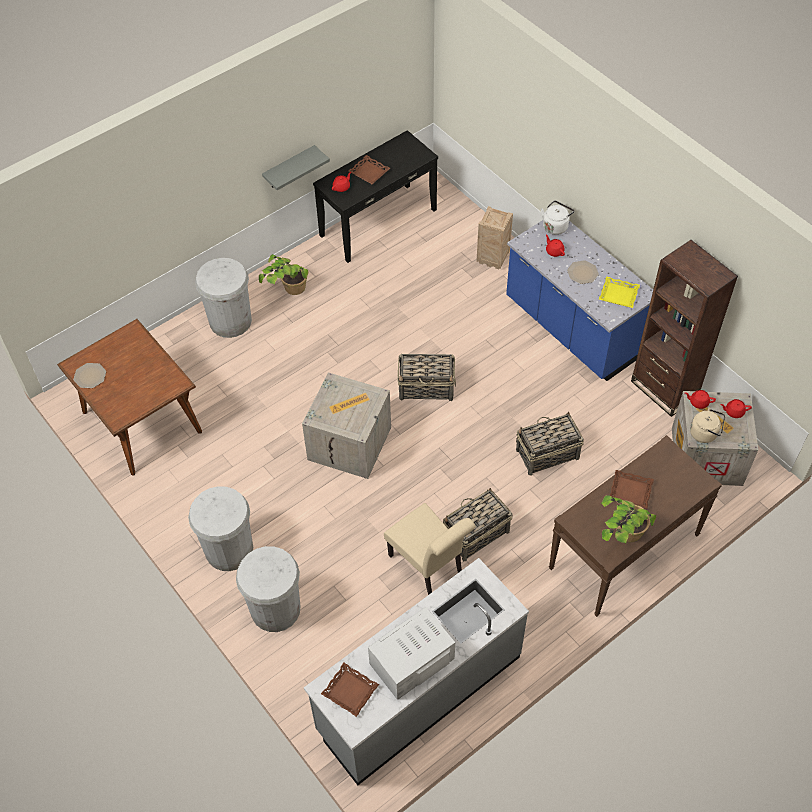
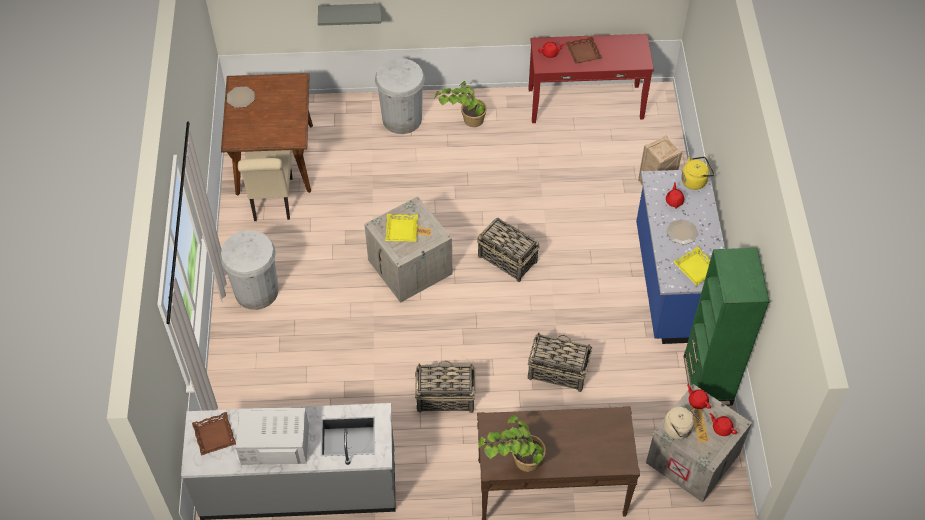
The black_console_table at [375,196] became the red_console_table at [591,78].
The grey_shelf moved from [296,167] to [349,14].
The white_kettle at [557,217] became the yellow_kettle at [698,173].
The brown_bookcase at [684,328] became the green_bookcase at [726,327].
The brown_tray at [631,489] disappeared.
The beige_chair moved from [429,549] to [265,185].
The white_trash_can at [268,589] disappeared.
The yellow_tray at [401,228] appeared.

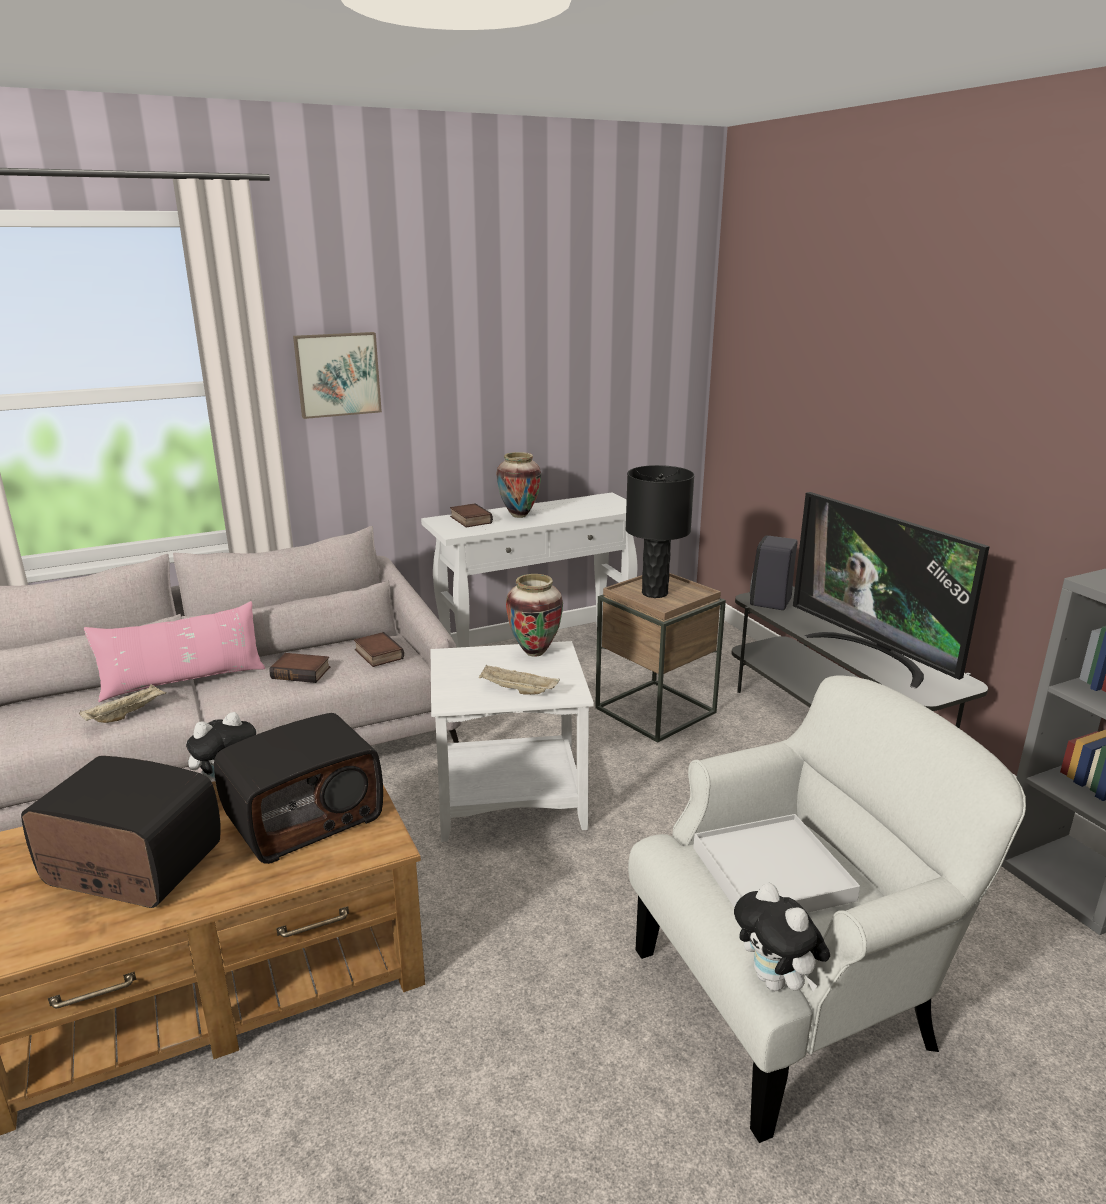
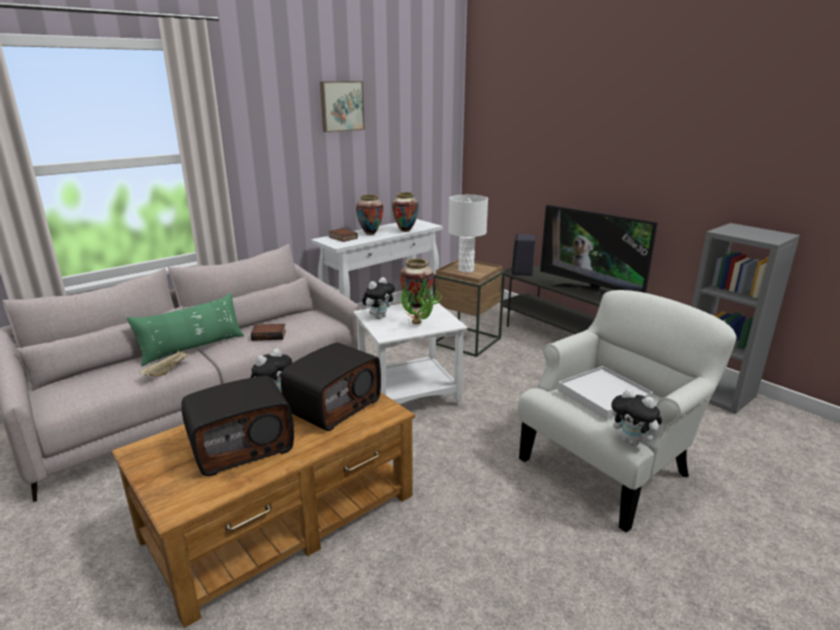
The picture moved from [337,375] to [342,106].
The black_table_lamp at [659,531] became the white_table_lamp at [468,234].
The pink_pillow at [174,651] became the green_pillow at [185,329].
The book at [379,649] disappeared.
The beige_tray at [519,680] was replaced by the potted_plant at [422,300].
The radio at [120,832] turned 150 degrees clockwise.
The vase at [405,212] appeared.
The plush_toy at [378,298] appeared.

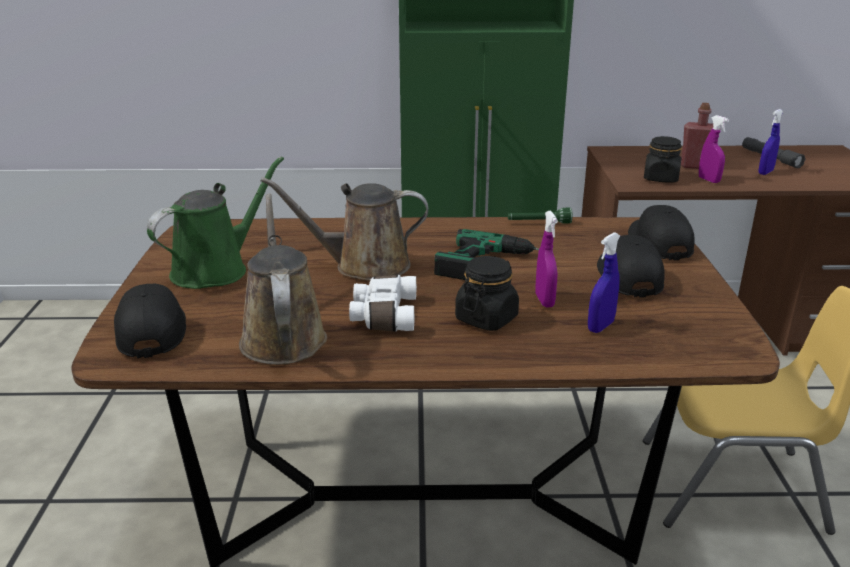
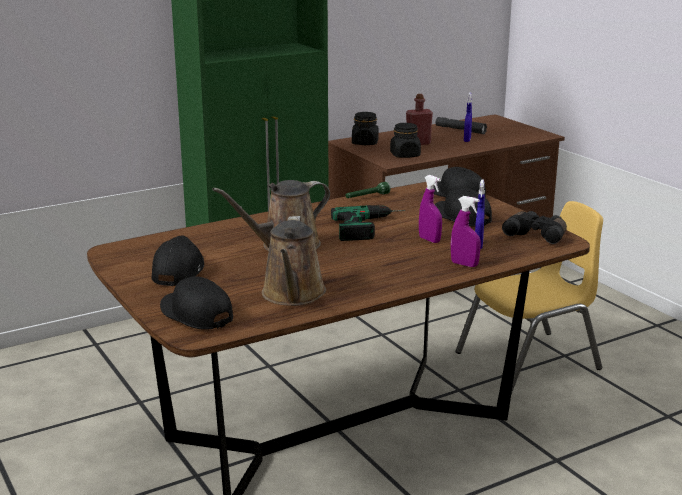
The purple_spray_bottle moved from [714,149] to [466,231].
The green_watering_can at [215,223] was replaced by the black_cap at [177,260].
The brown_watering_can at [283,279] turned 135 degrees counterclockwise.
The black_jar moved from [487,293] to [365,128].
The white_binoculars at [383,303] disappeared.
The black_binoculars at [534,227] appeared.

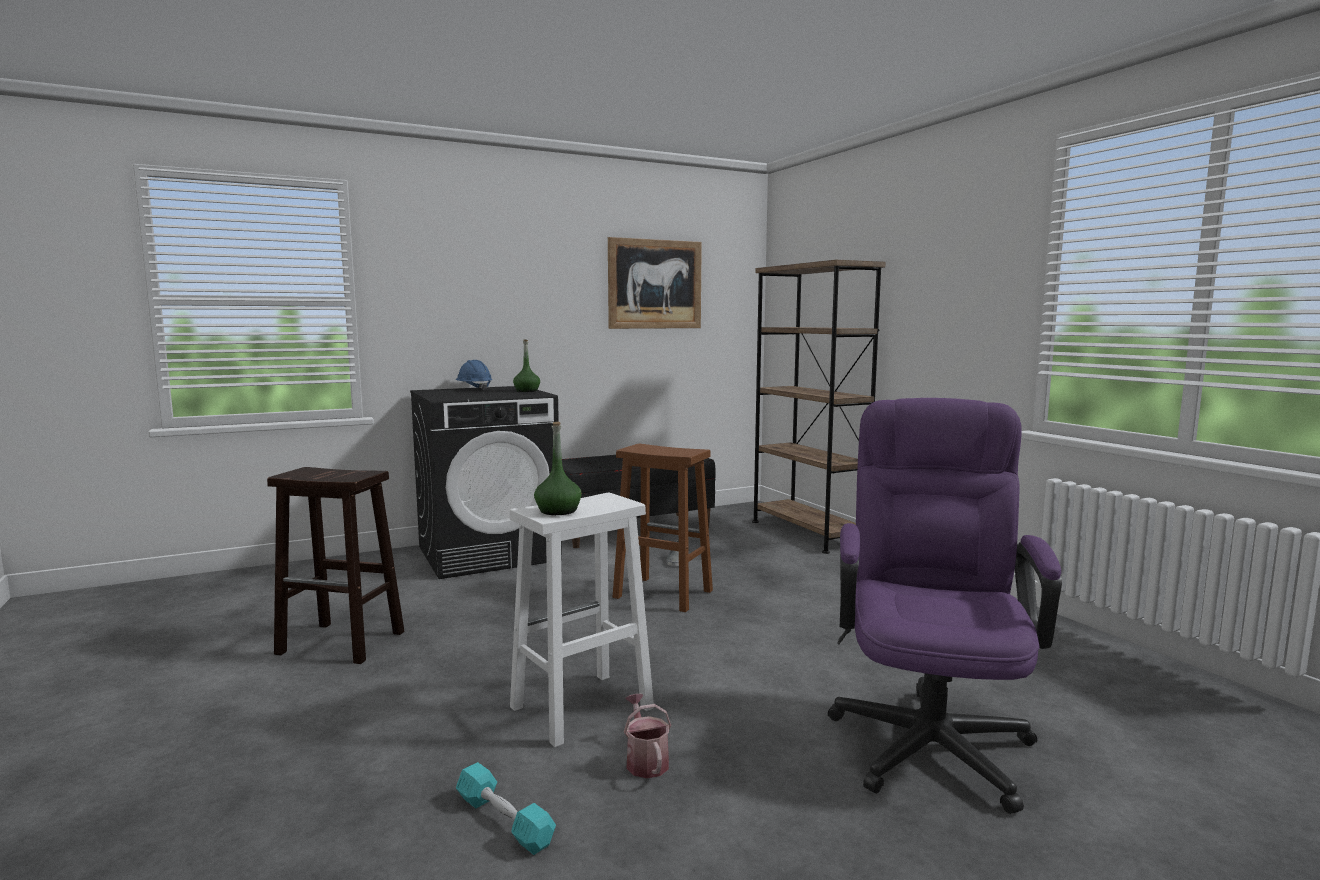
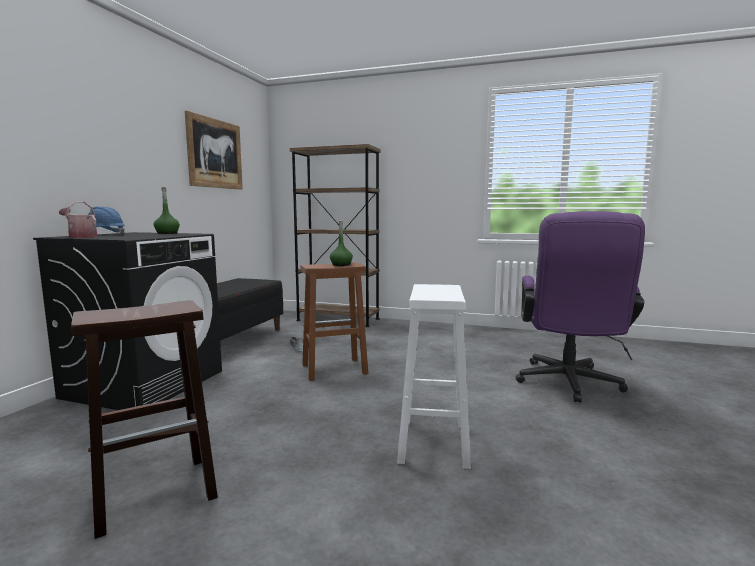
The purple_office_chair at [945,606] turned 135 degrees counterclockwise.
The green_bottle moved from [558,468] to [341,243].
The watering_can moved from [647,736] to [78,219].
The turquoise_dumbbell at [506,808] disappeared.

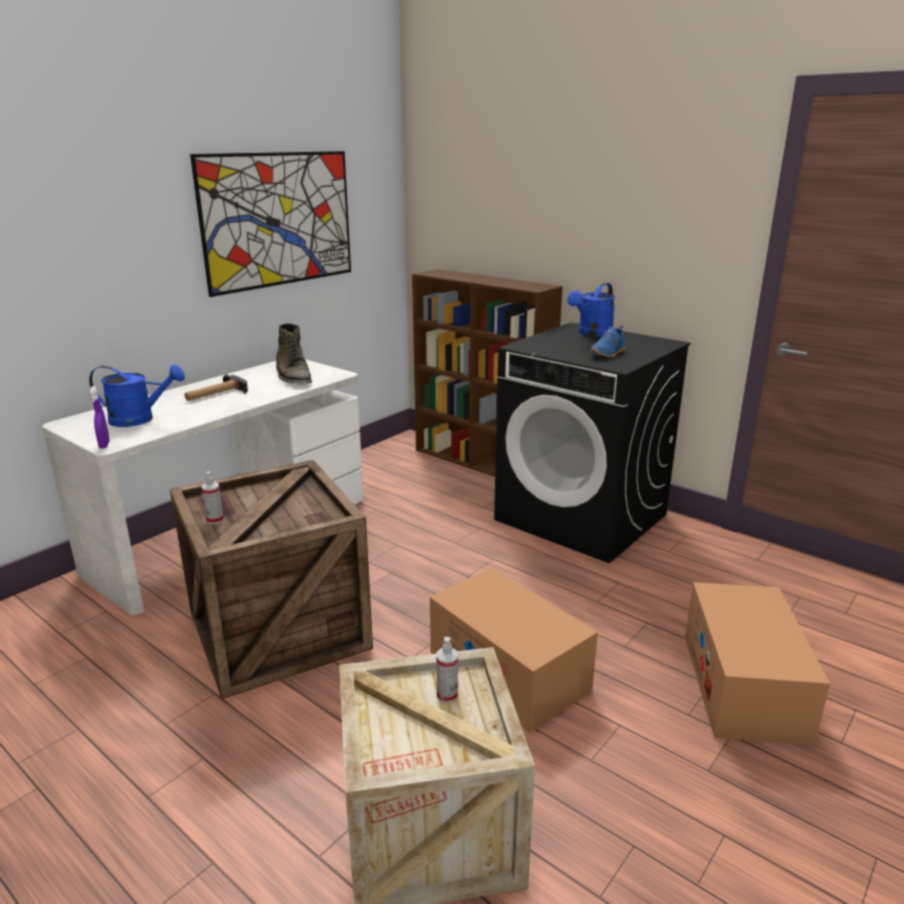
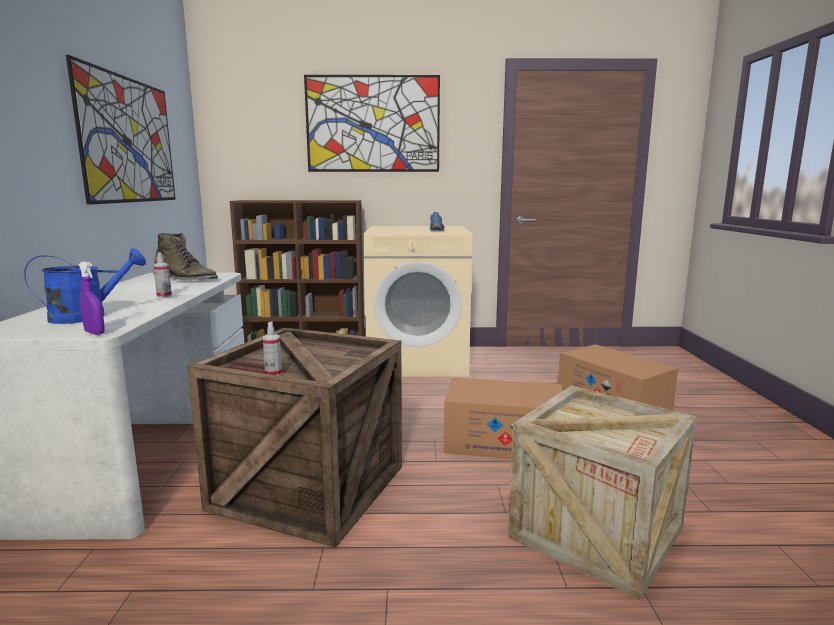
The blue_watering_can at [591,310] disappeared.
The black_washing_machine at [592,442] became the beige_washing_machine at [417,301].
The hammer at [216,388] disappeared.
The spray_bottle moved from [447,670] to [162,275].
The picture at [372,123] appeared.

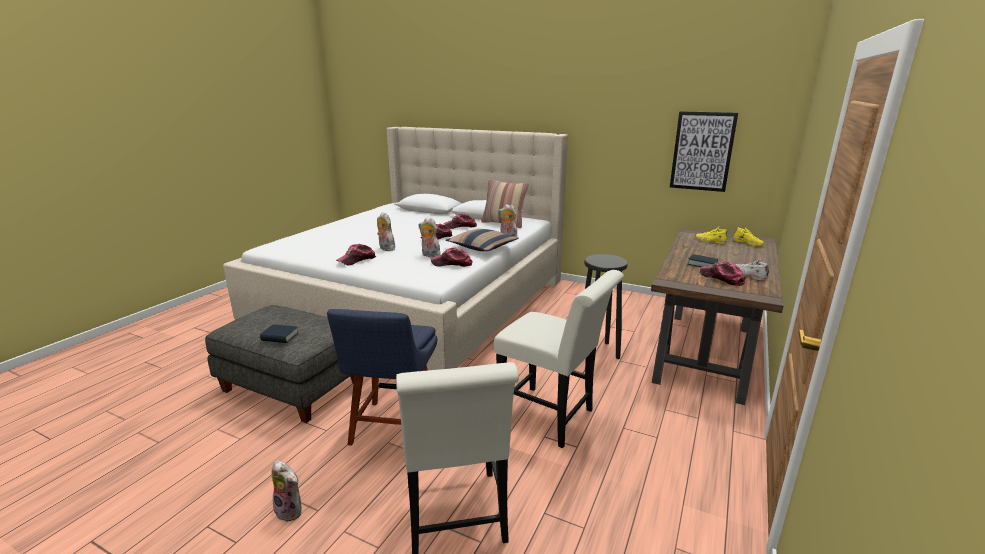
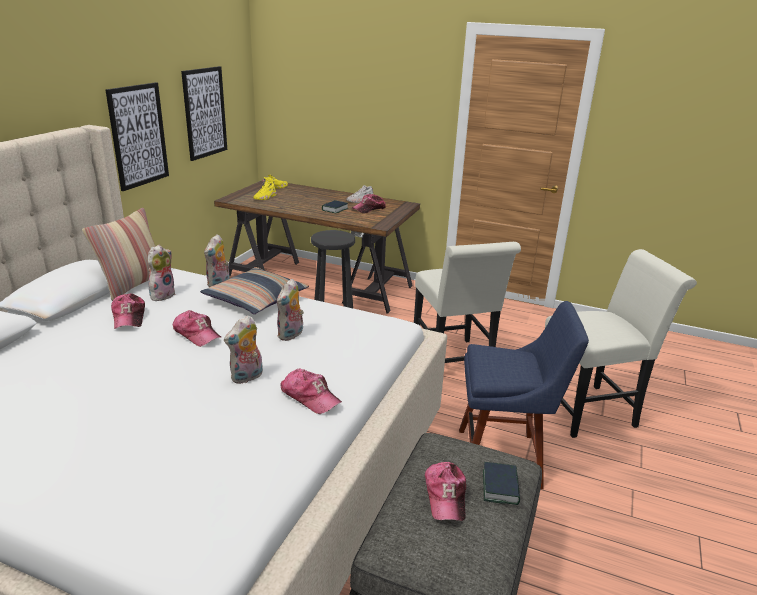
The cap moved from [452,257] to [445,491].
The white_chair at [559,359] turned 135 degrees clockwise.
The plush_toy moved from [286,491] to [162,273].
The picture at [137,136] appeared.

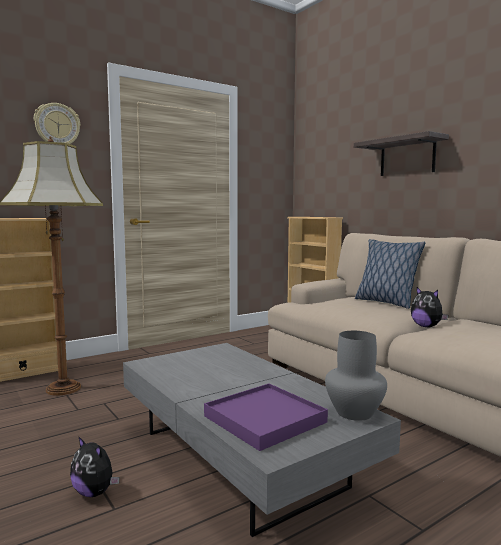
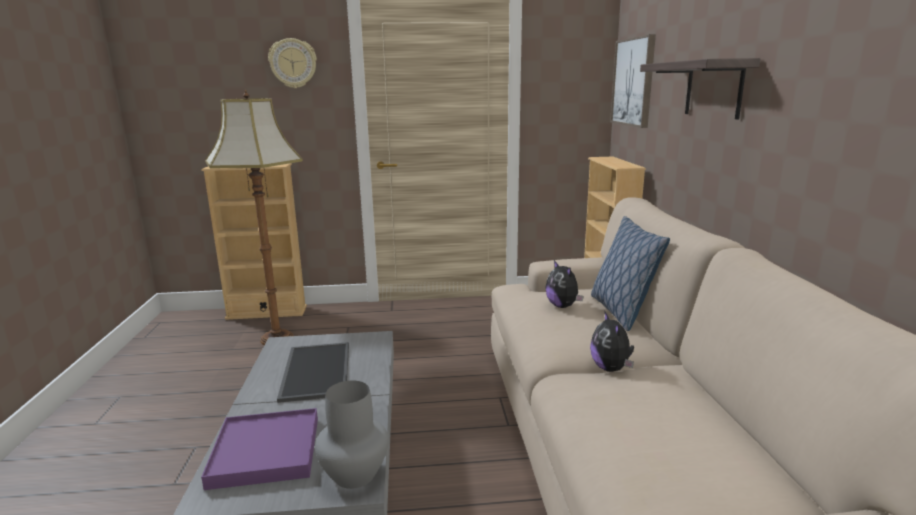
The plush_toy moved from [95,466] to [564,284].
The picture at [633,81] appeared.
The tray at [313,372] appeared.

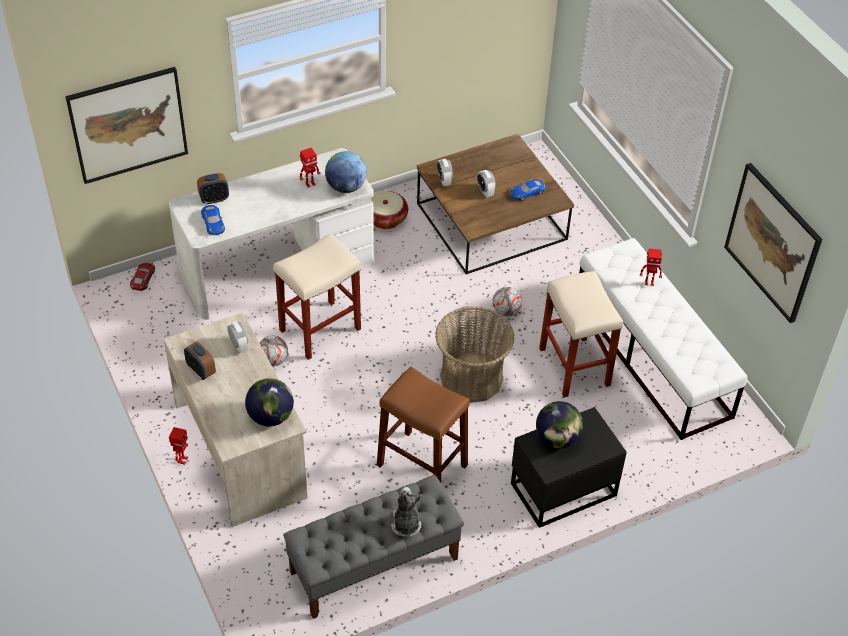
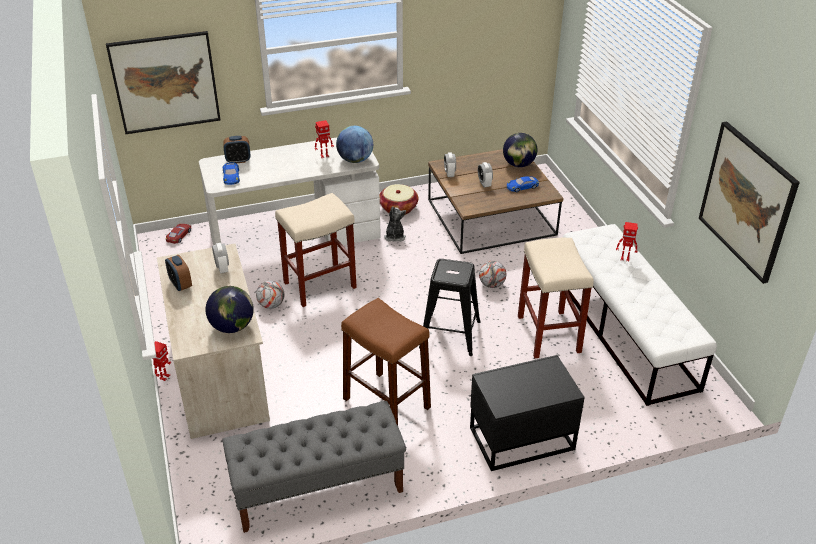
The basket at [475,354] was replaced by the black_stool at [450,307].
The globe moved from [559,424] to [520,150].
The plush_toy moved from [406,512] to [395,224].

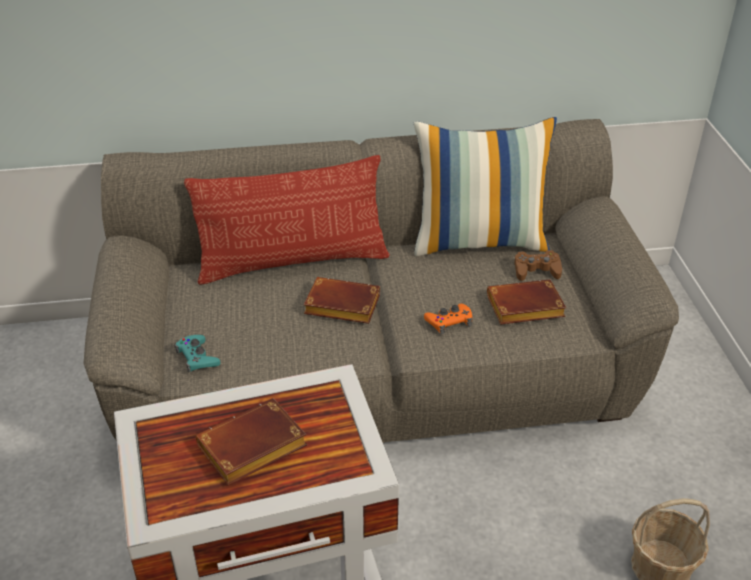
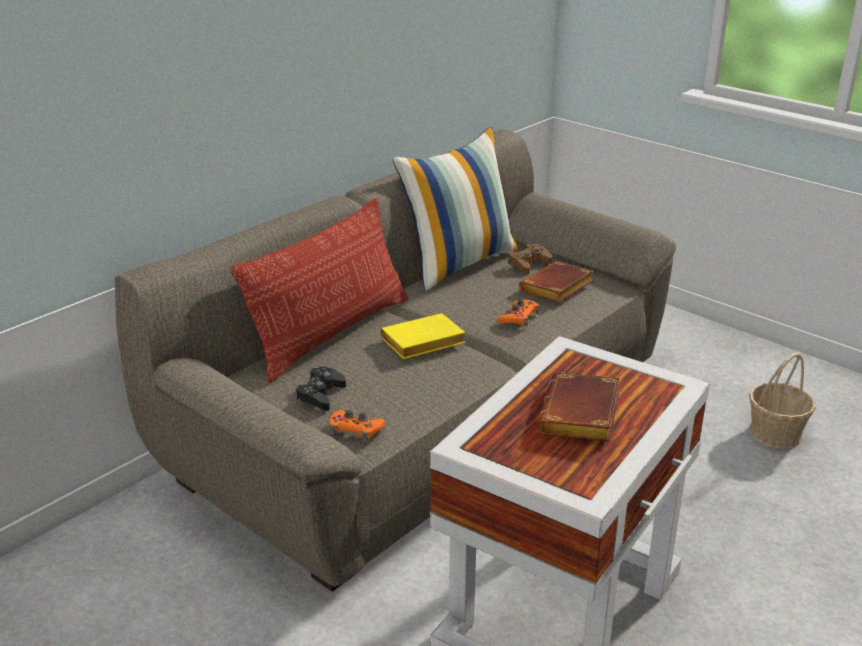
The brown_book at [342,300] became the yellow_book at [423,336].
The turquoise_game_controller at [198,353] became the orange_game_controller at [357,426].
The black_game_controller at [321,389] appeared.

